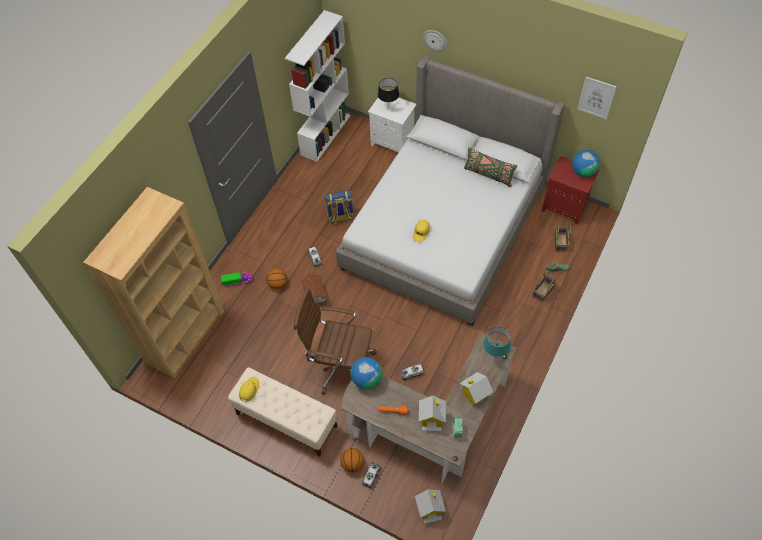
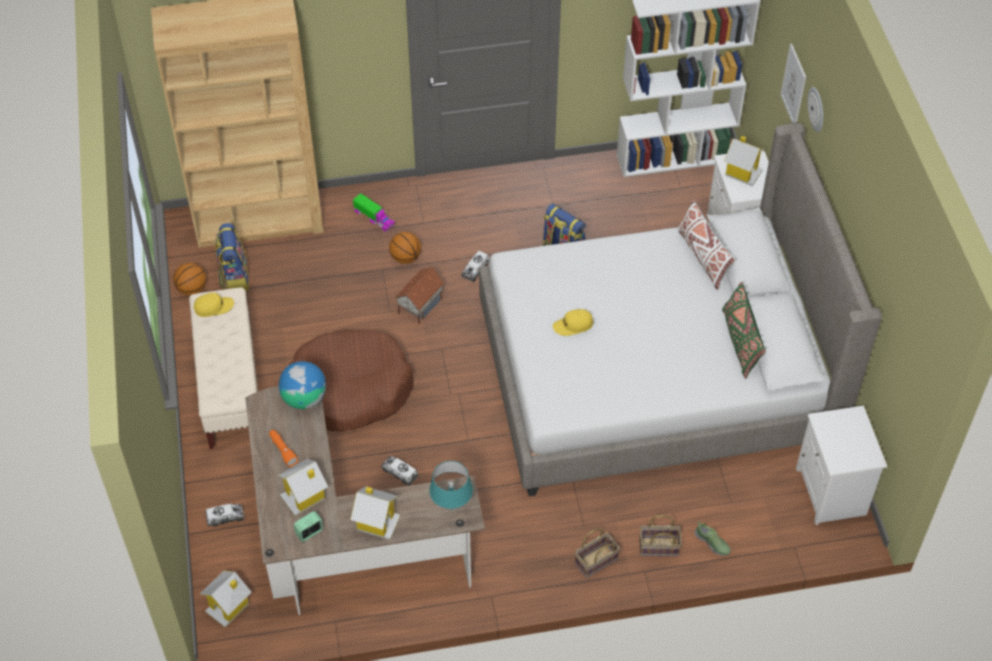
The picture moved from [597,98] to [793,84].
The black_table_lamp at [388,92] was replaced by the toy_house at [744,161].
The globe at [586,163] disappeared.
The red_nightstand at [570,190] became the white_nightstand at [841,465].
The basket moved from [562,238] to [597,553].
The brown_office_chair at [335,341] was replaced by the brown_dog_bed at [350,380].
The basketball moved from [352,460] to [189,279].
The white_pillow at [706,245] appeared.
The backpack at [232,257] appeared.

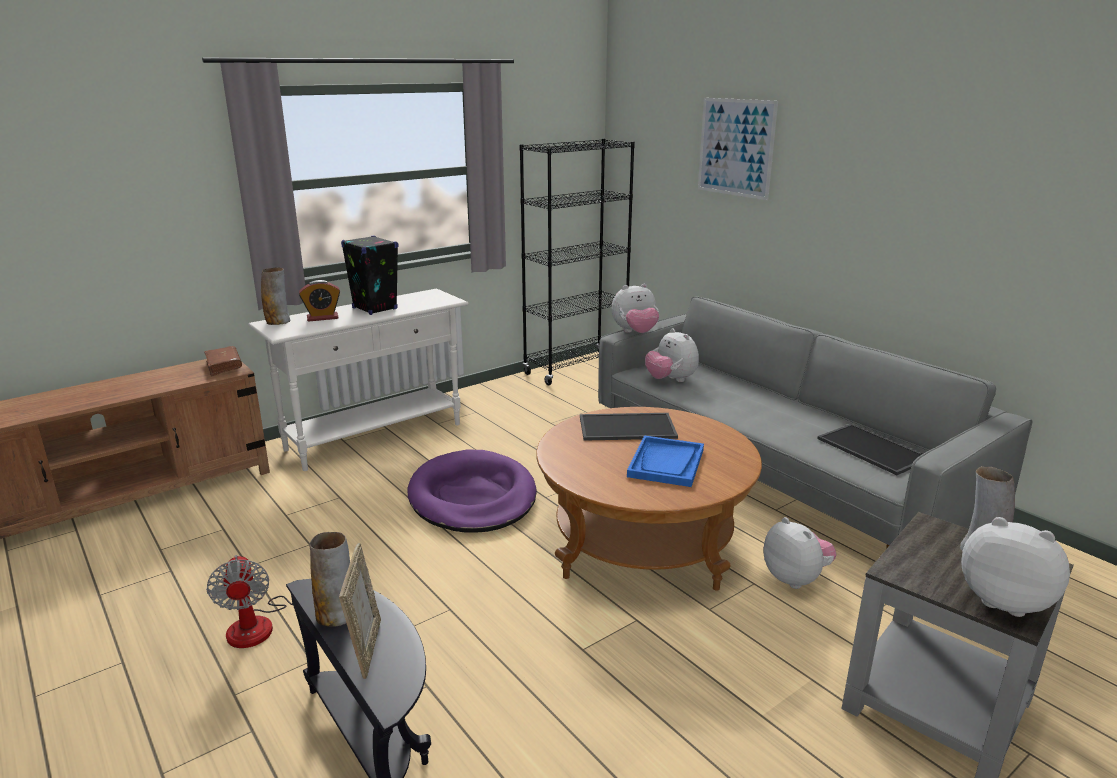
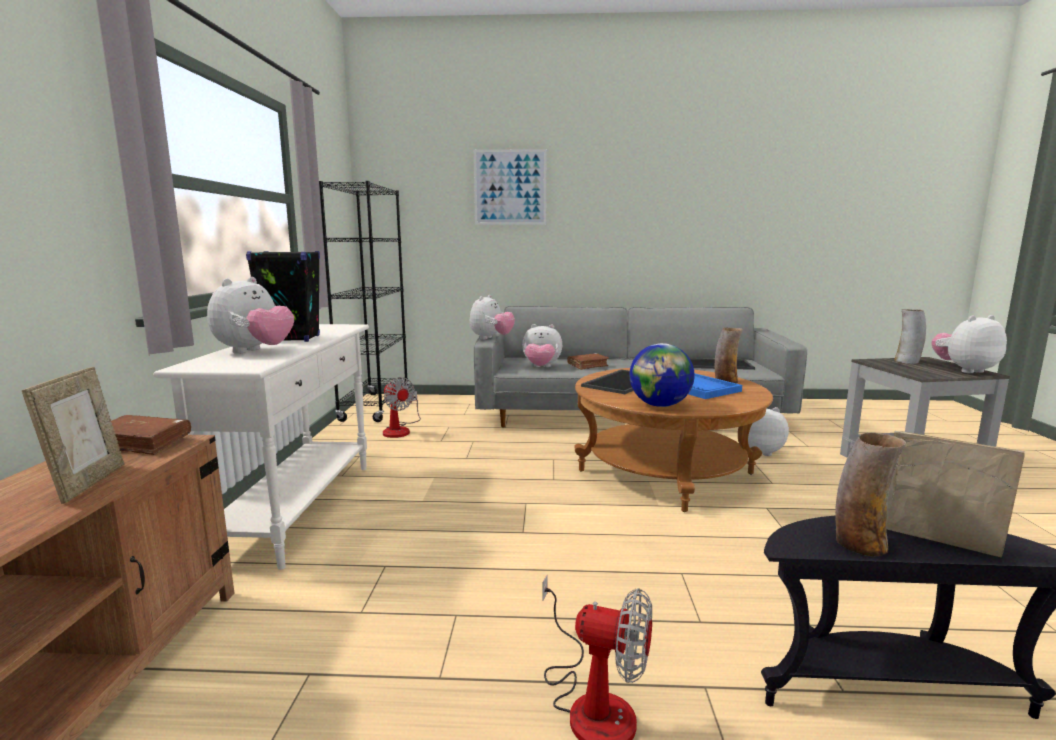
The vase moved from [275,296] to [729,355].
The alarm_clock at [319,301] was replaced by the plush_toy at [250,315].
The purple_dog_bed at [472,491] disappeared.
The globe at [662,375] appeared.
The brown_book at [588,361] appeared.
The picture_frame at [73,435] appeared.
The fan at [402,407] appeared.

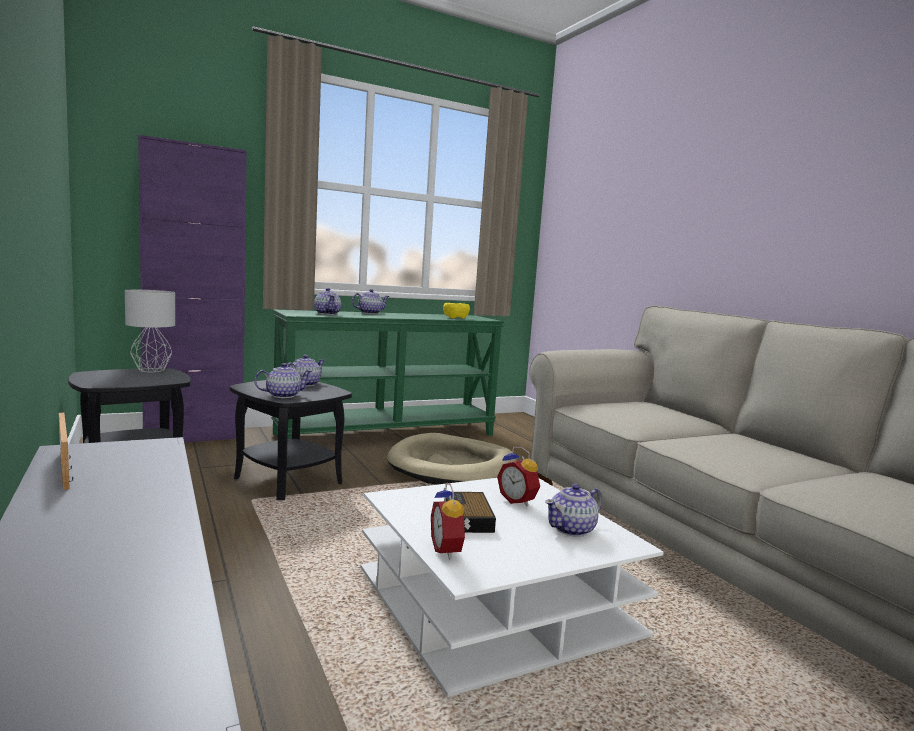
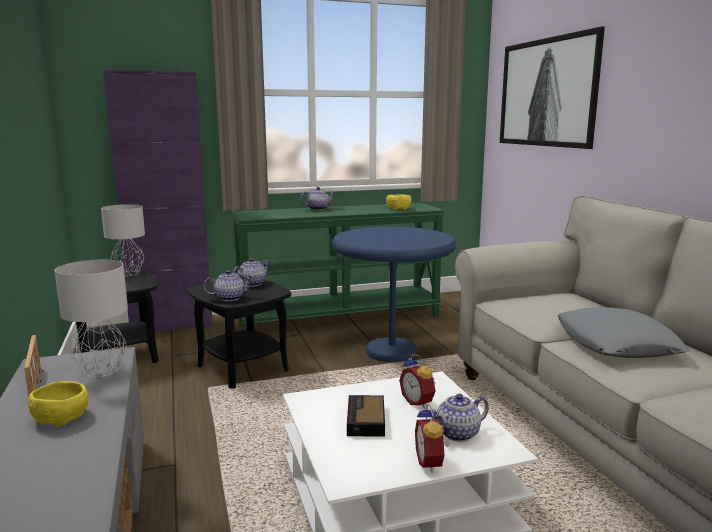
The teapot at [327,301] disappeared.
The beige_dog_bed at [451,459] was replaced by the blue_side_table at [394,294].
The alarm_clock moved from [451,520] to [432,438].
The picture at [552,87] appeared.
The grey_table_lamp at [91,318] appeared.
The grey_pillow at [623,332] appeared.
The yellow_bowl at [58,404] appeared.

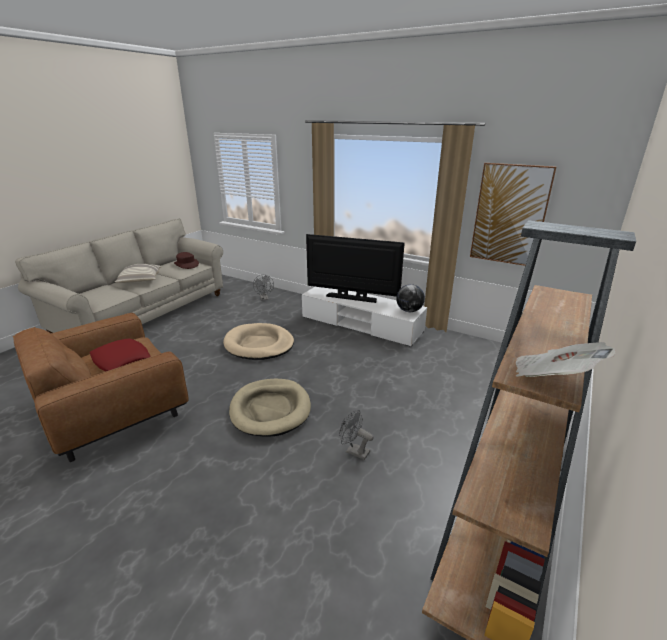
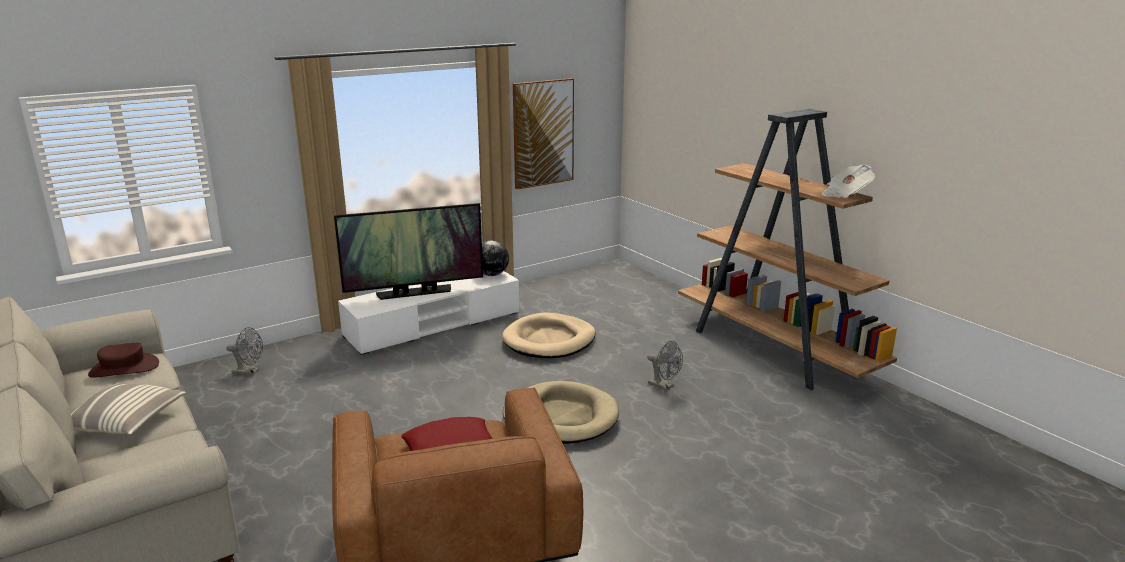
The television at [355,268] turned 150 degrees counterclockwise.
The beige_dog_bed moved from [258,341] to [549,335].
The grey_fan at [356,435] turned 105 degrees counterclockwise.

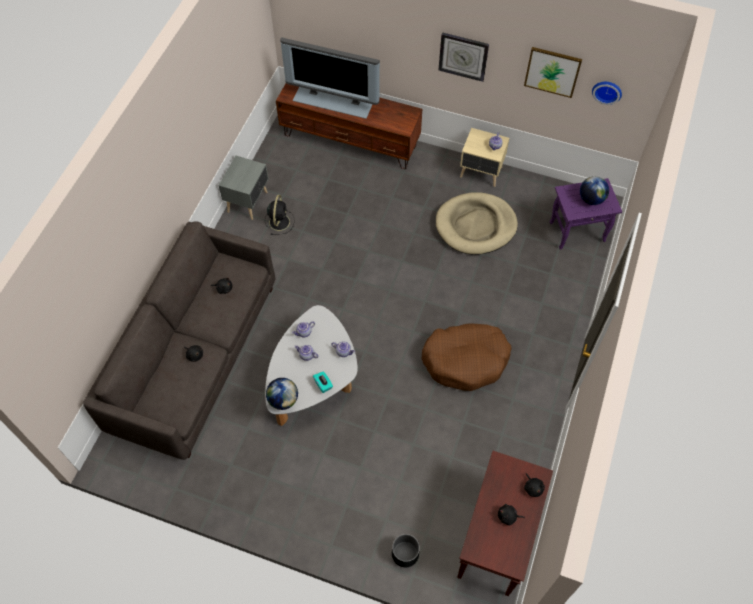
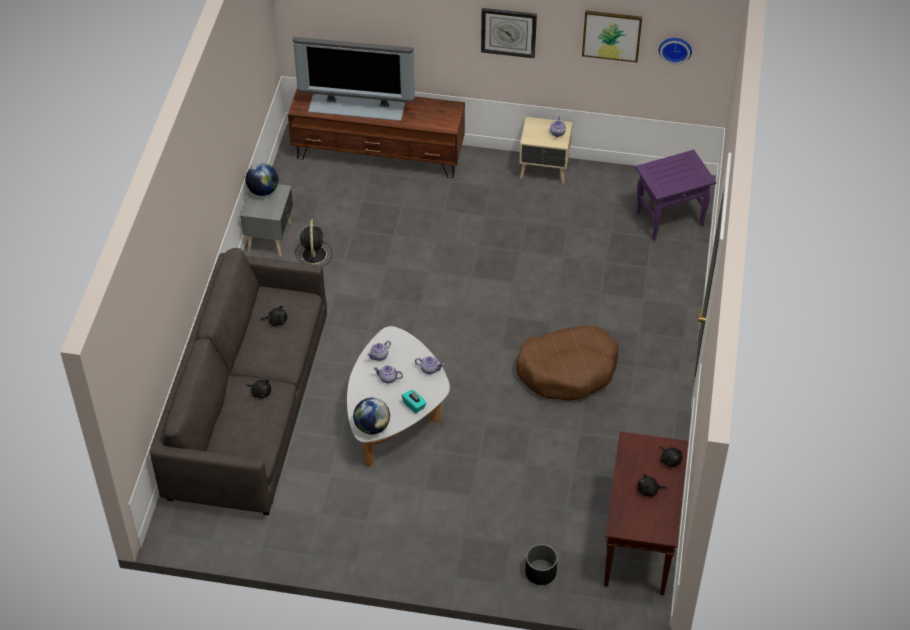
The globe moved from [594,190] to [262,179].
The beige_dog_bed at [477,223] disappeared.

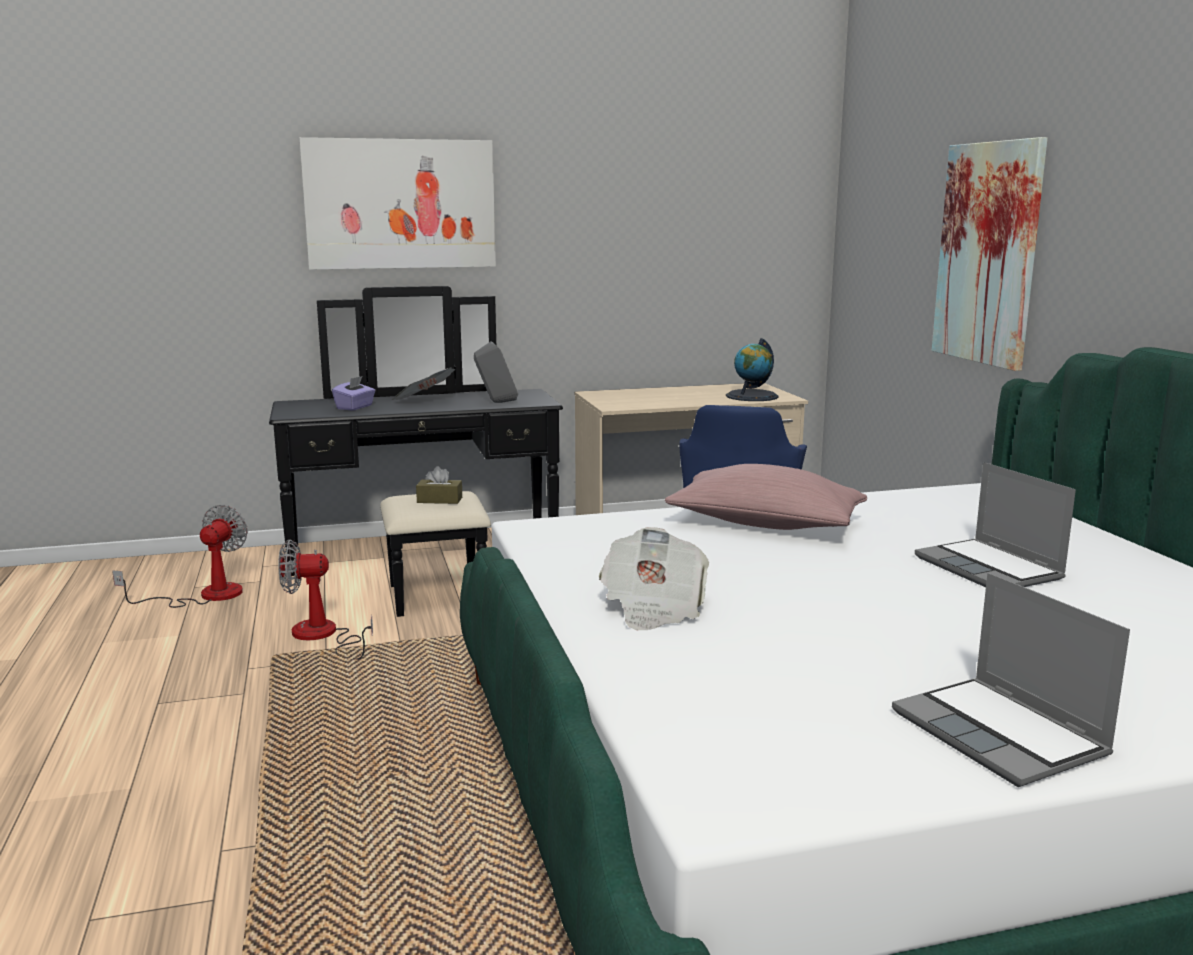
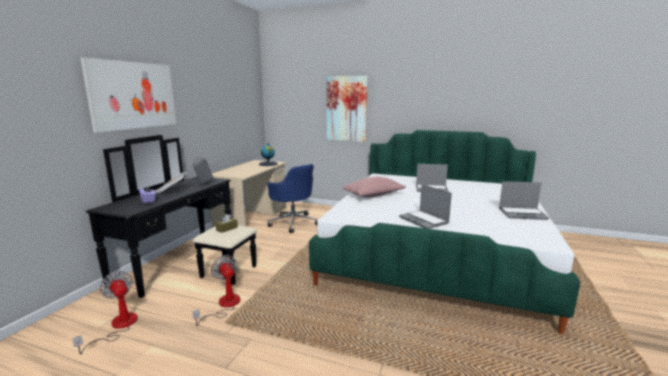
The newspaper at [654,578] was replaced by the laptop at [425,206].
The fan at [325,599] turned 120 degrees clockwise.

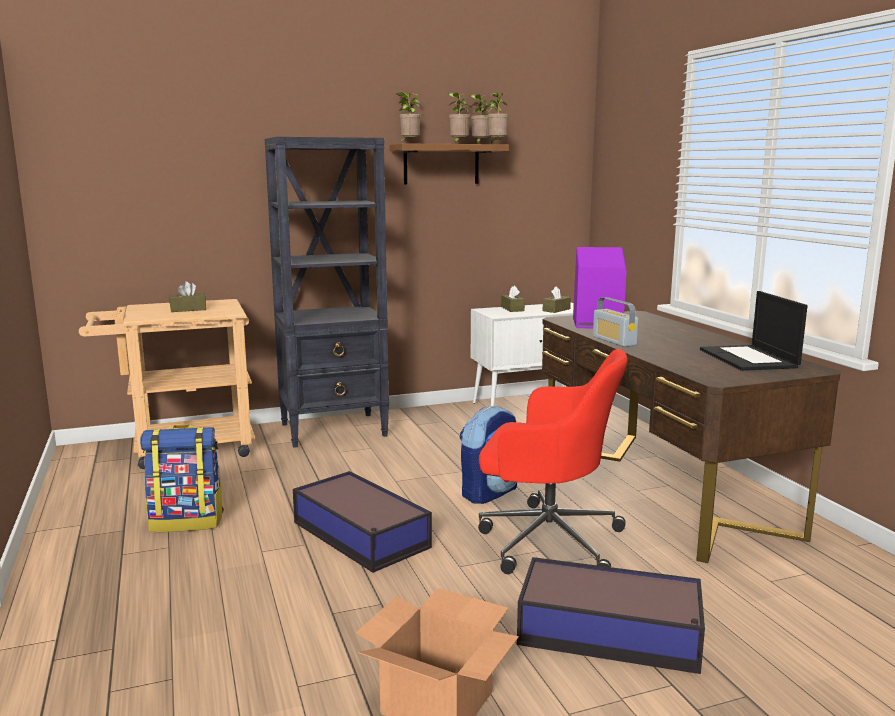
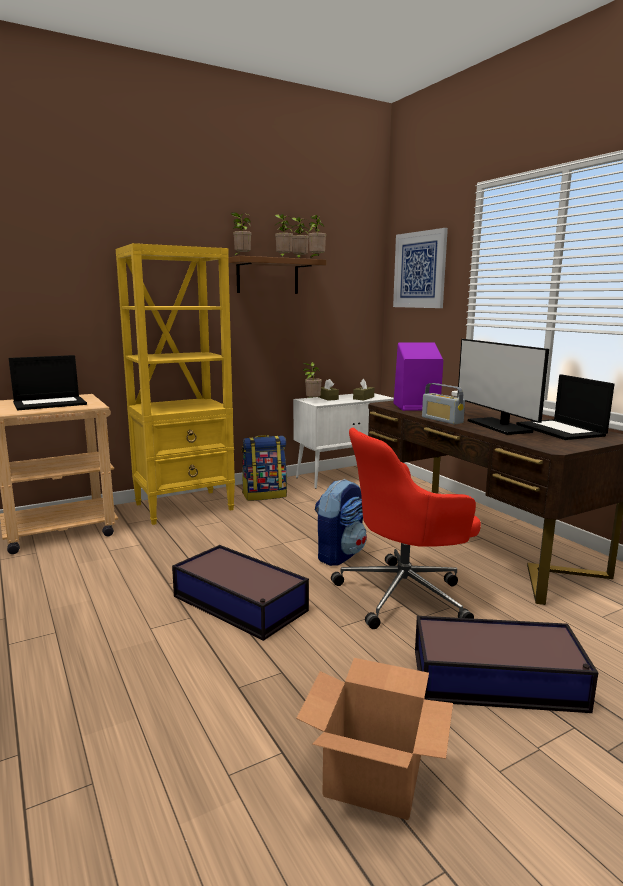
The black_bookcase at [327,292] became the yellow_bookcase at [175,384].
The brown_tissue_box at [187,296] was replaced by the laptop at [48,382].
The red_office_chair at [553,461] turned 150 degrees clockwise.
The backpack moved from [182,478] to [264,468].
The picture at [420,268] appeared.
The monitor at [503,387] appeared.
The potted_plant at [312,381] appeared.

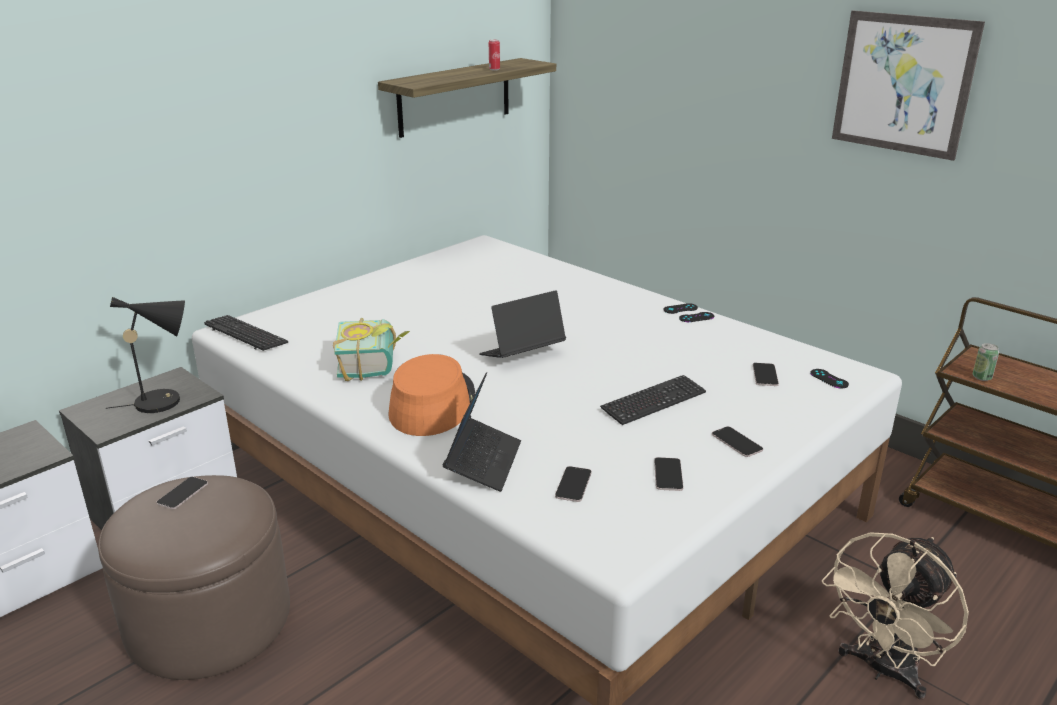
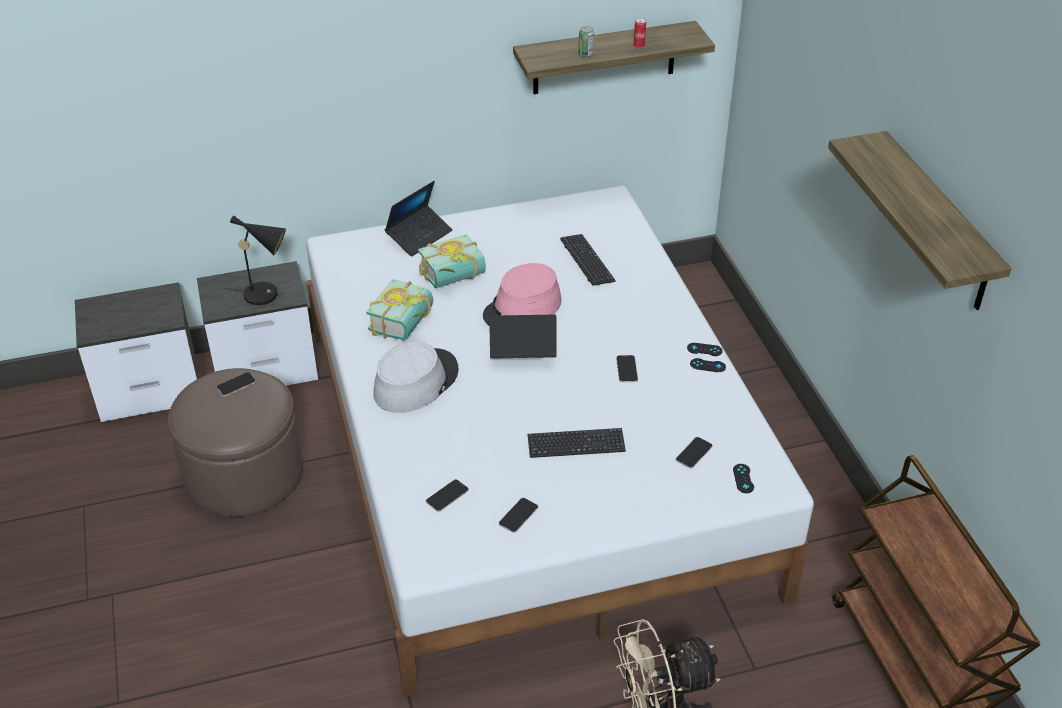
The picture at [908,86] was replaced by the shelf at [920,220].
The keyboard moved from [246,333] to [588,260].
The can moved from [986,362] to [586,41].
The orange_hat at [431,395] became the grey_hat at [415,377].
The laptop moved from [482,432] to [419,219].
The phone moved from [737,441] to [627,368].
The book at [452,261] appeared.
The pink_hat at [522,294] appeared.

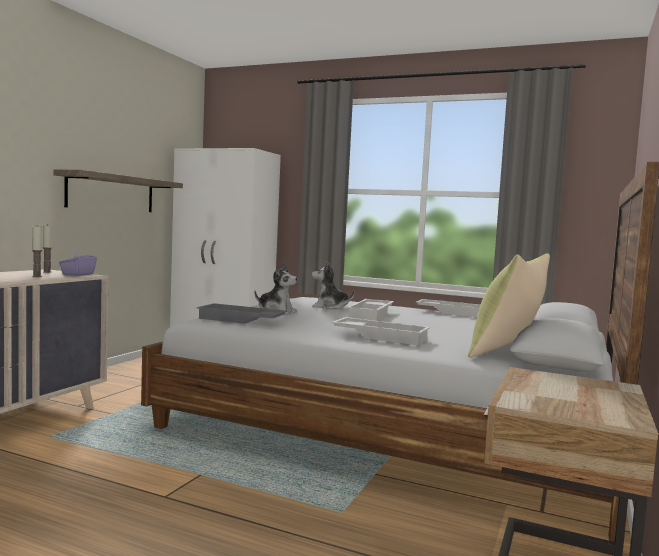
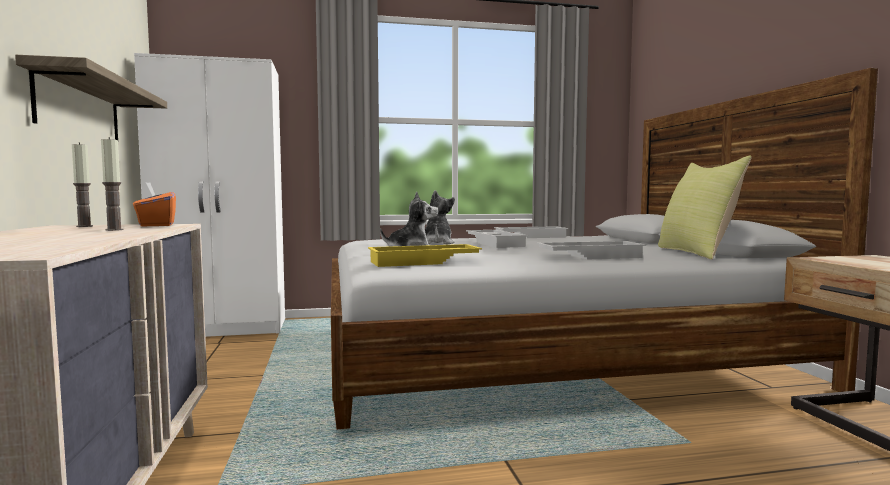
The purple_tissue_box at [78,262] became the orange_tissue_box at [154,204].
The plush_toy at [333,285] turned 120 degrees clockwise.
The grey_tray at [242,313] became the yellow_tray at [425,255].

